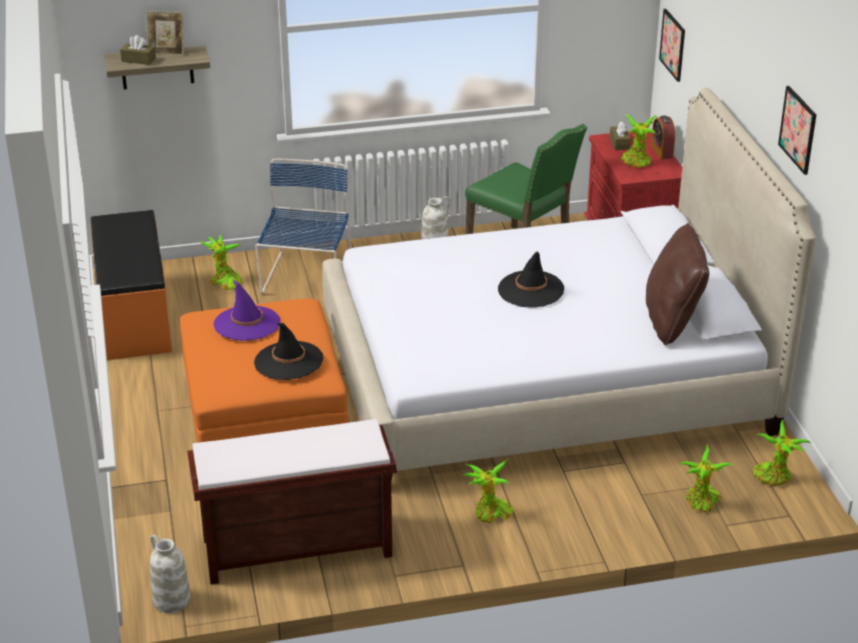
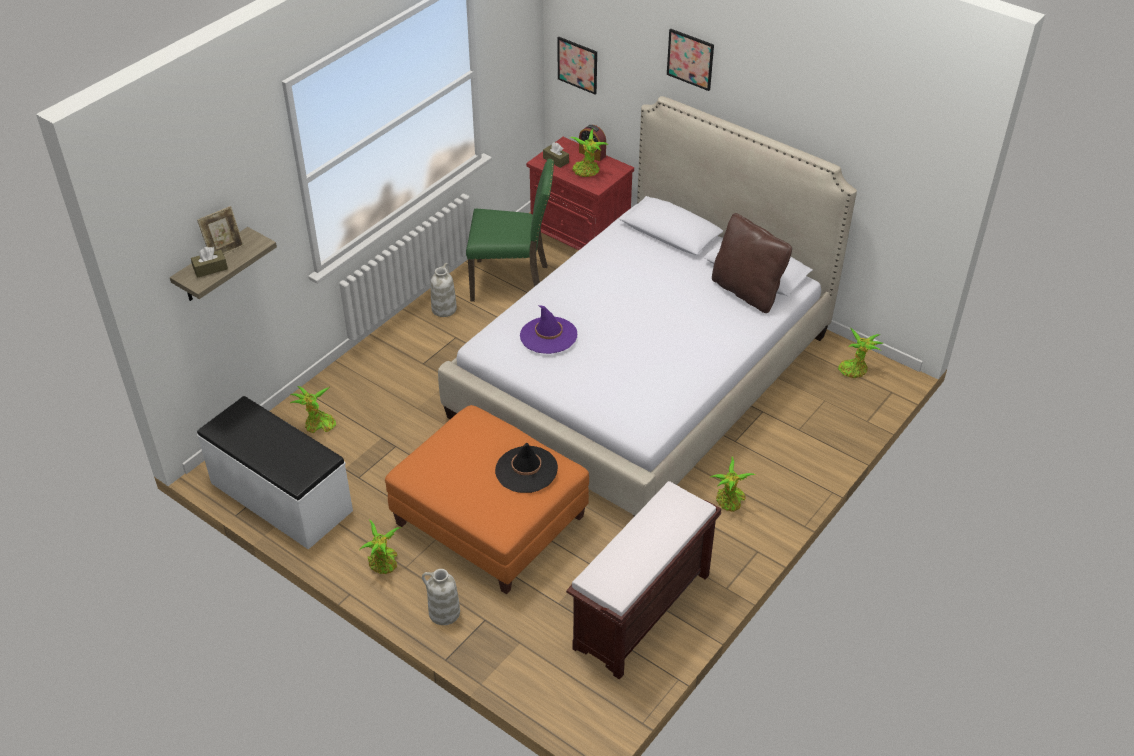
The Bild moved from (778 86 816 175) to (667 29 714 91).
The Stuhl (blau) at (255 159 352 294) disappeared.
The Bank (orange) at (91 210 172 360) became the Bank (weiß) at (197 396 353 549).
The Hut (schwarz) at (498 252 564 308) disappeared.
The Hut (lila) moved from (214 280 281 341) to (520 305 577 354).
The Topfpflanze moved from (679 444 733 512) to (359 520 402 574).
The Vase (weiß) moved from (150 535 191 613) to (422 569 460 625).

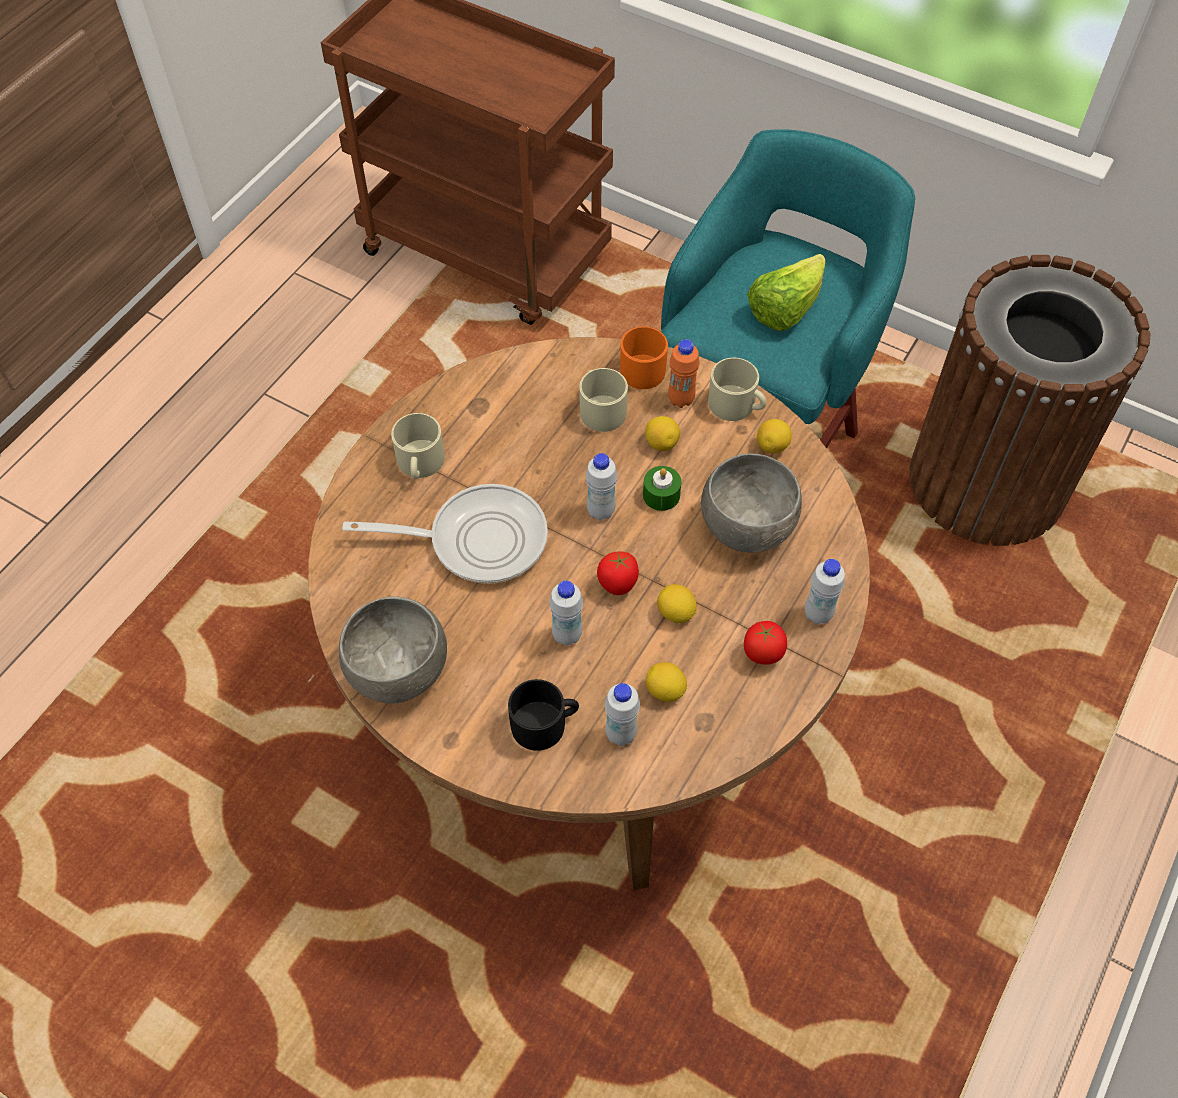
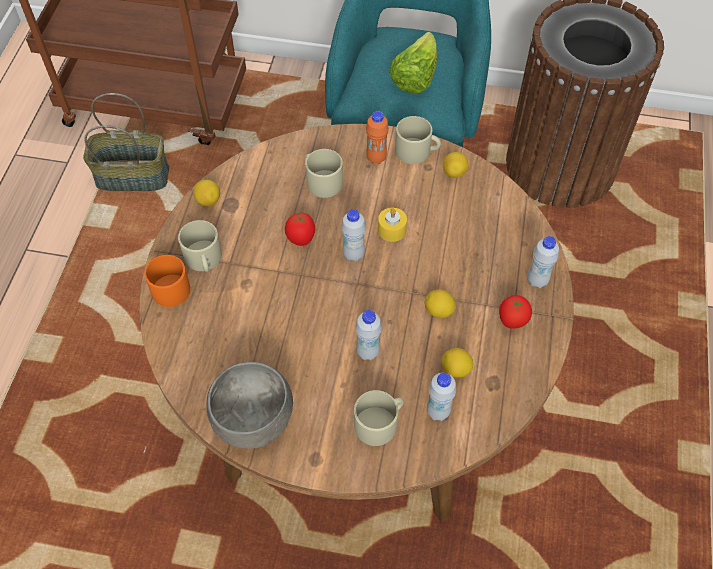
The Henkelbecher (orange) moved from (620 327 668 389) to (144 255 190 307).
The Zitrone moved from (645 416 680 451) to (193 180 220 206).
The Schüssel (grau) at (701 453 802 553) disappeared.
The Kerze (grün) at (643 466 681 511) became the Kerze (gelb) at (378 208 407 242).
The Pfanne at (342 484 548 584) disappeared.
The Tomate moved from (597 551 639 595) to (285 213 315 246).
The Henkelbecher (schwarz) at (508 679 579 751) became the Henkelbecher (beige) at (354 390 404 446).
The Korb at (83 93 169 191) appeared.

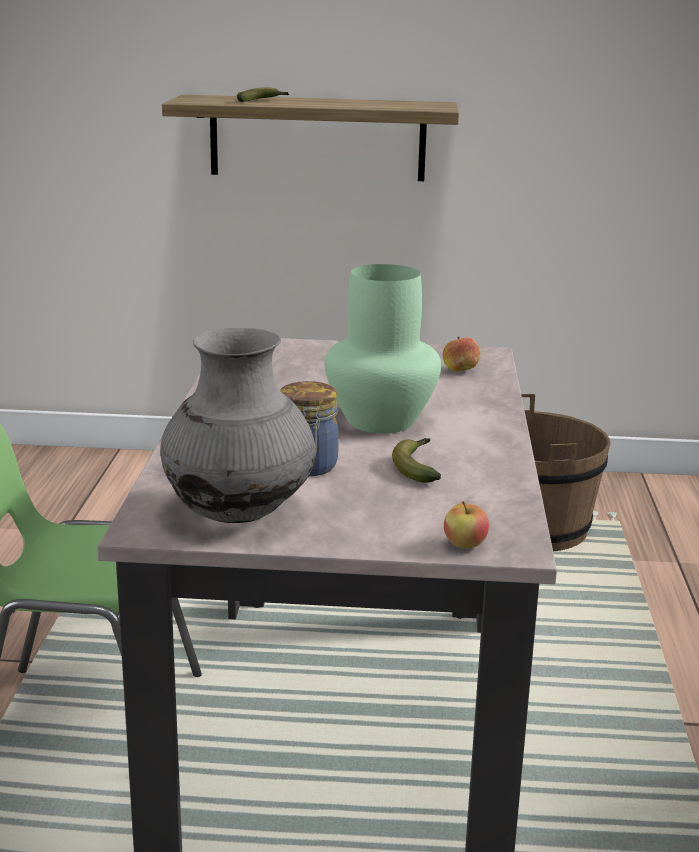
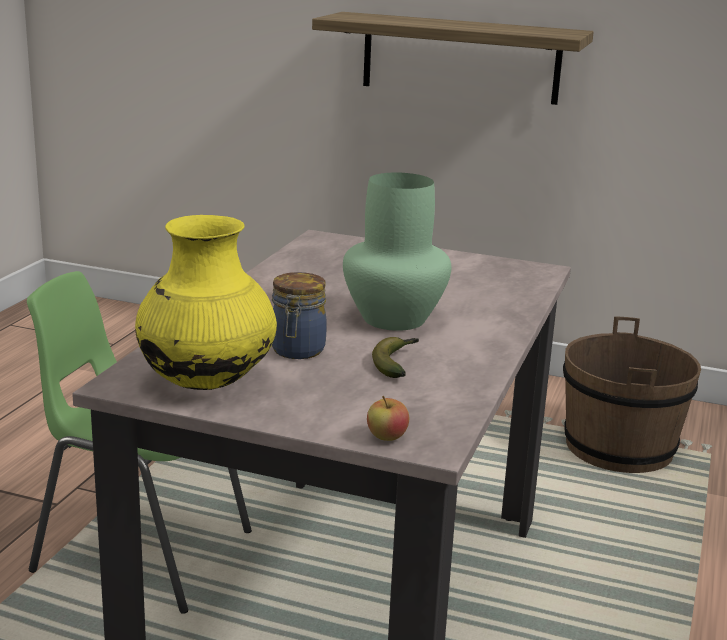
The Banane at (237 87 289 102) disappeared.
The Vase (grau) at (160 328 316 523) became the Vase (gelb) at (135 215 277 390).
The Apfel at (443 336 480 371) disappeared.

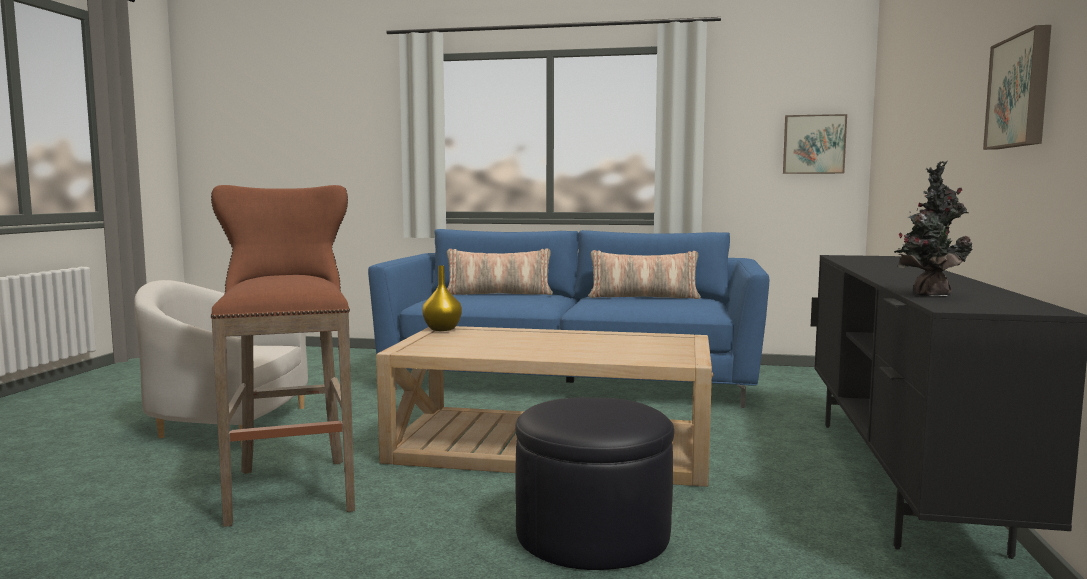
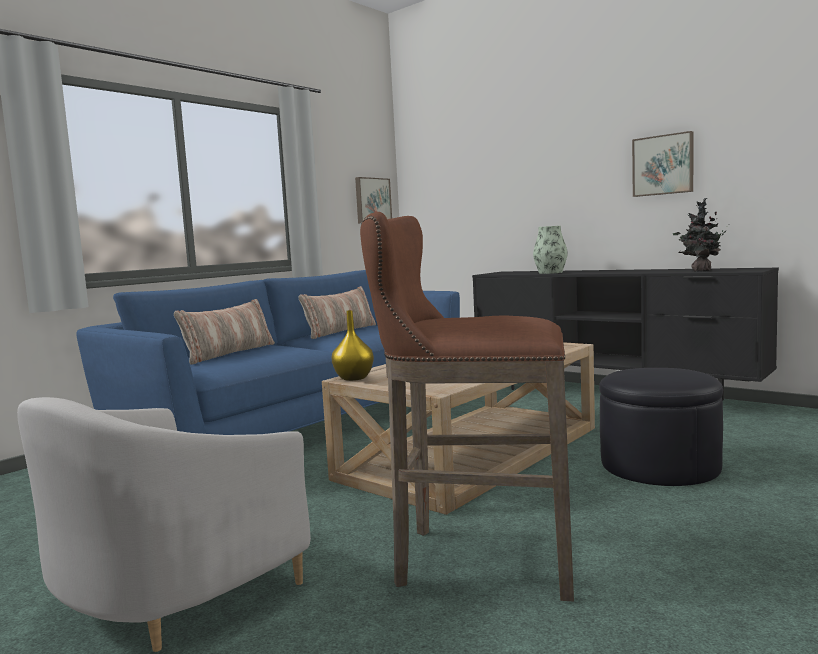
The Vase at (533 226 568 274) appeared.

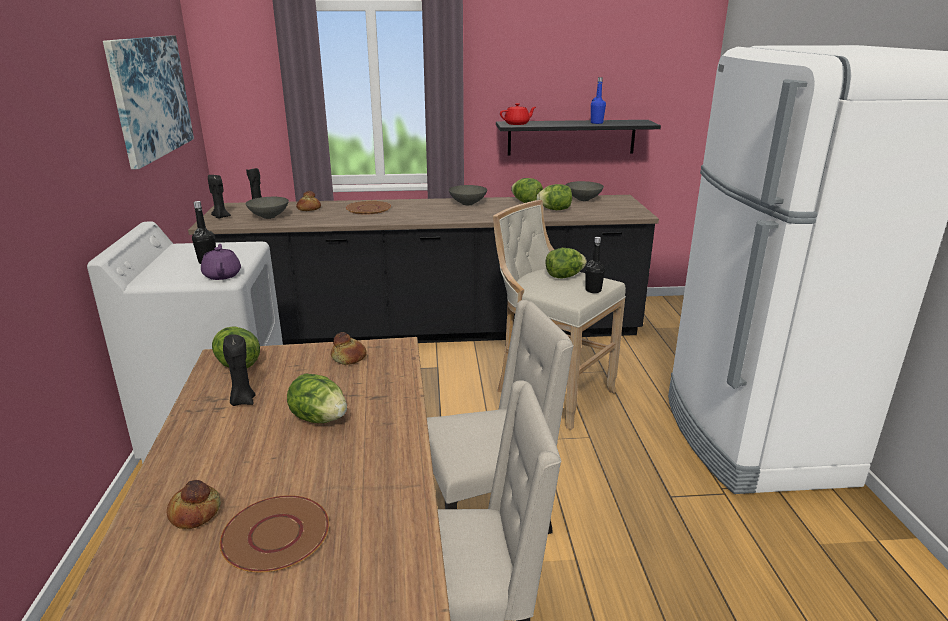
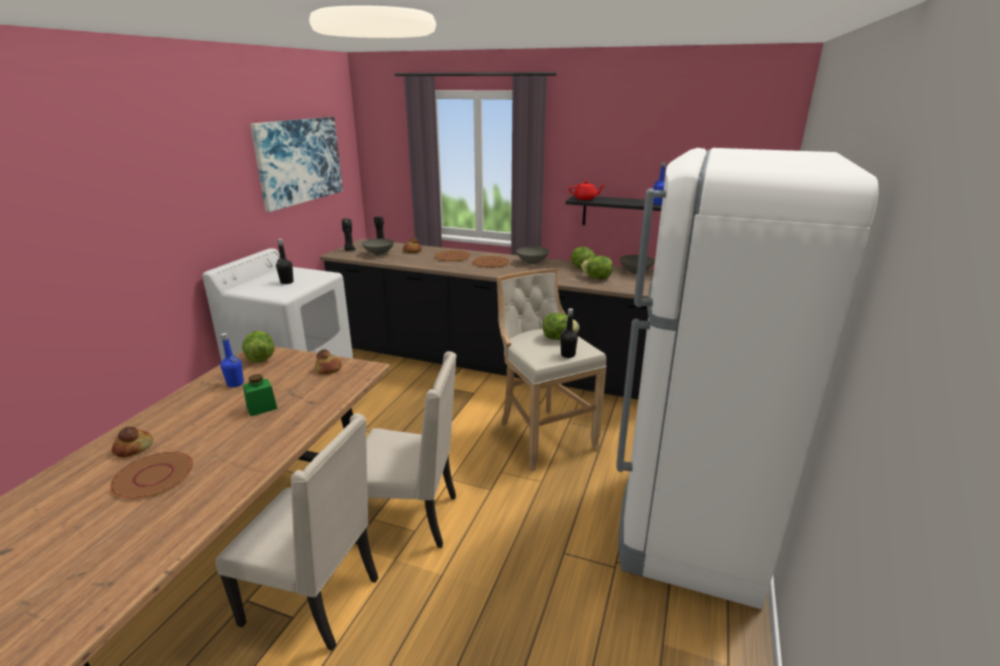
The Teekanne (lila) at (201 244 241 280) disappeared.
The Kerze (schwarz) at (223 334 255 406) was replaced by the Flasche (blau) at (221 333 244 388).
The Salatkopf at (287 374 347 423) was replaced by the Vorratsglas (grün) at (243 374 277 416).
The Teller (braun) at (472 256 510 268) appeared.

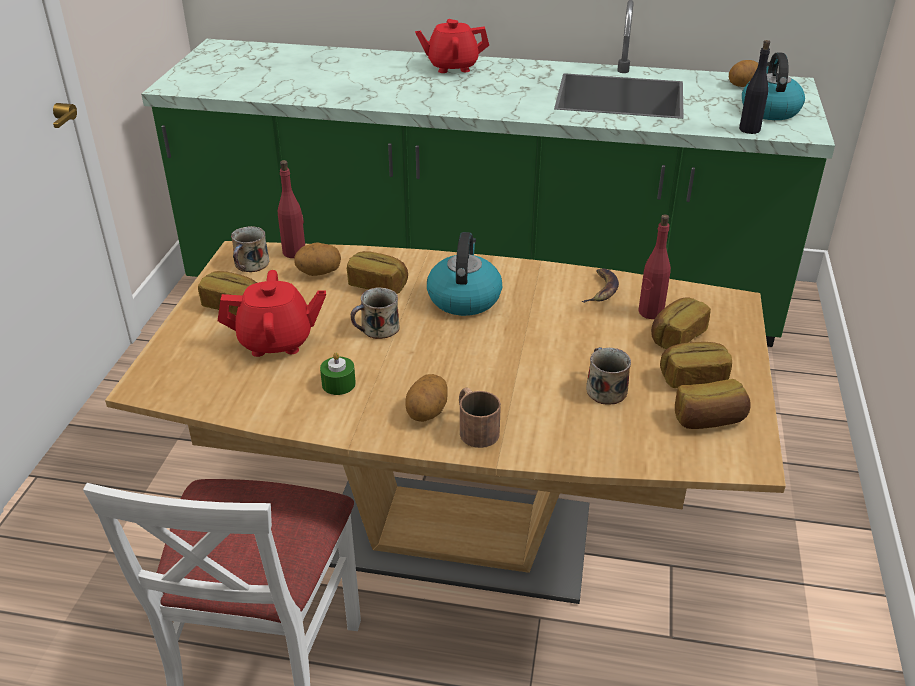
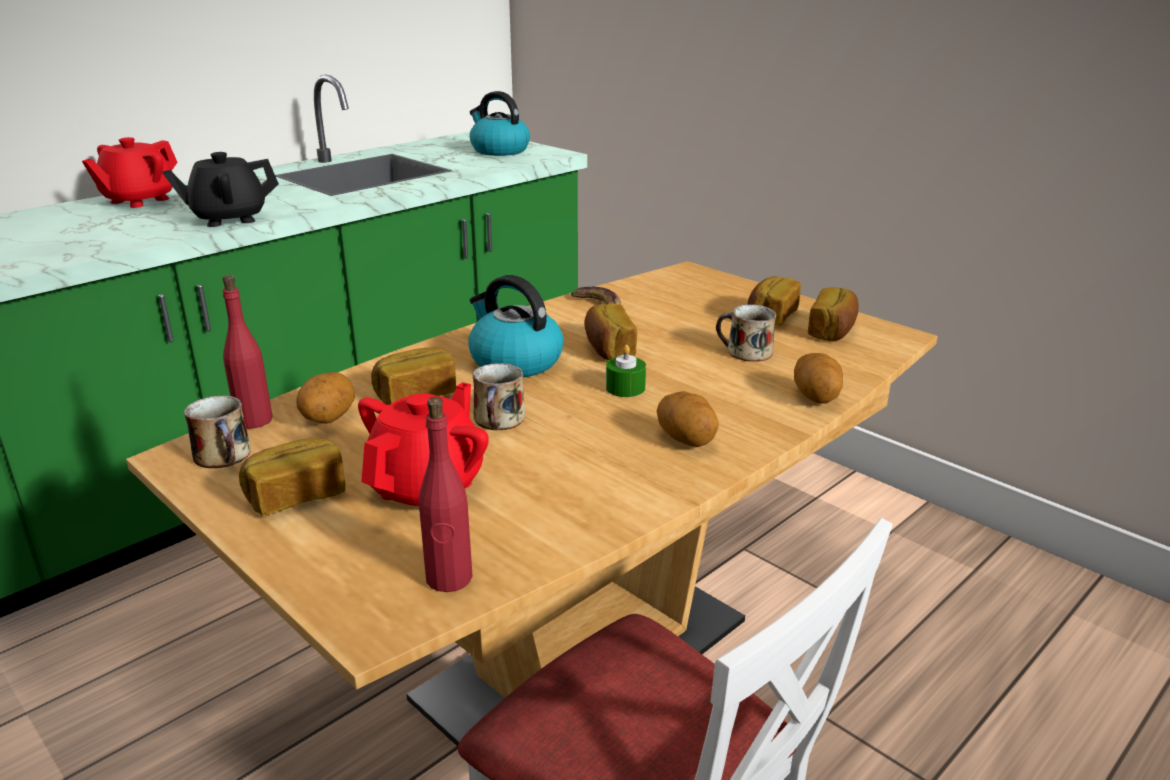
The Flasche (schwarz) at (739 40 770 134) disappeared.
The Kartoffel moved from (729 60 758 87) to (794 353 843 404).
The Flasche (rot) moved from (638 214 671 319) to (419 397 473 592).
The Brot moved from (651 297 711 349) to (584 303 637 360).
The Kerze (grün) moved from (320 352 356 395) to (606 345 646 397).
The Henkelbecher (braun) at (459 388 501 448) disappeared.
The Teekanne (schwarz) at (162 152 279 227) appeared.

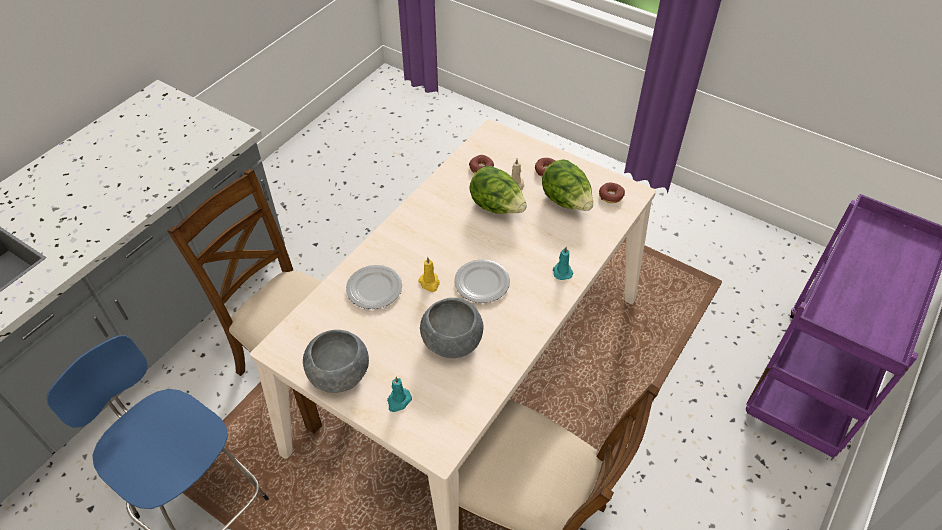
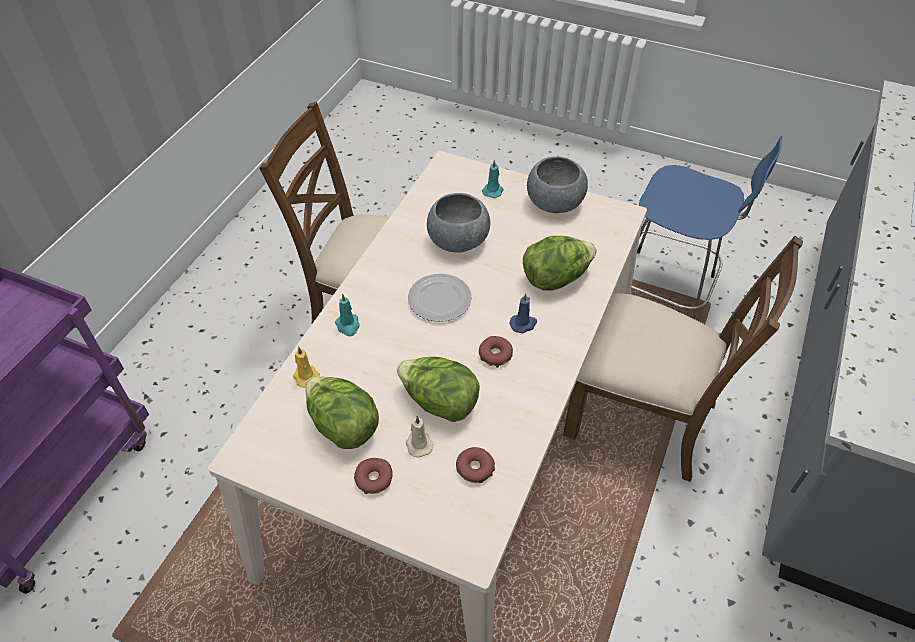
The Donut moved from (599 183 625 203) to (479 336 513 368).
The Kerze (gelb) moved from (418 257 440 292) to (293 346 320 387).
The Teller at (346 265 402 309) was replaced by the Salatkopf at (523 236 597 291).
The Kerze (blau) at (509 293 537 333) appeared.

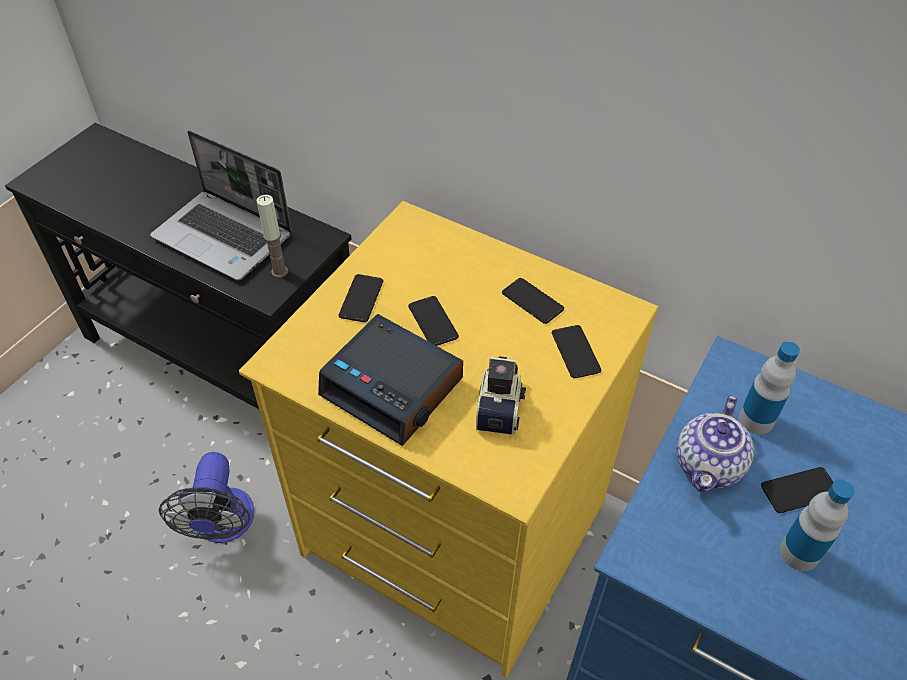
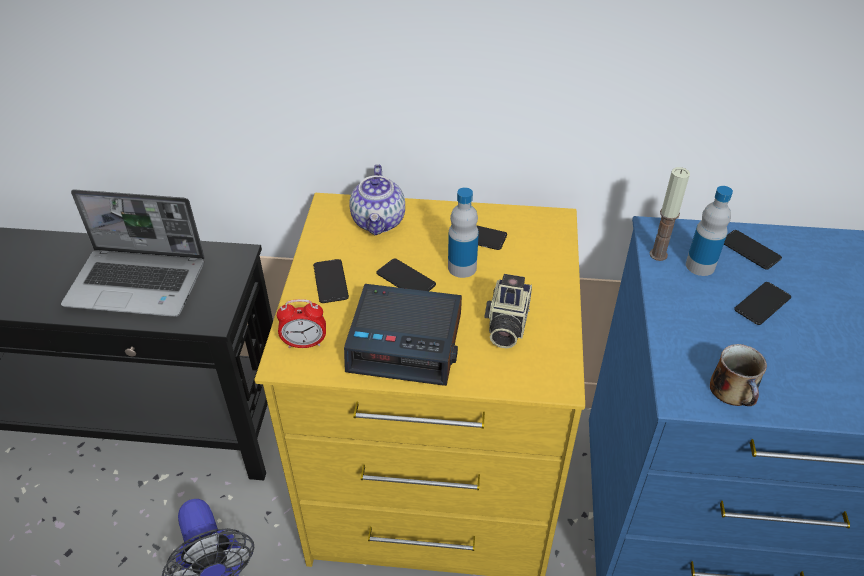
The Kerze moved from (256 195 288 278) to (650 167 690 261).
The Handy moved from (552 325 602 378) to (724 230 782 270).
The Kamera at (476 356 526 435) turned 150 degrees counterclockwise.
The Teekanne moved from (677 395 754 492) to (350 164 405 235).
The Flasche moved from (780 479 854 571) to (448 187 479 278).
The Wecker at (277 299 326 348) appeared.
The Henkelbecher at (710 344 767 406) appeared.

